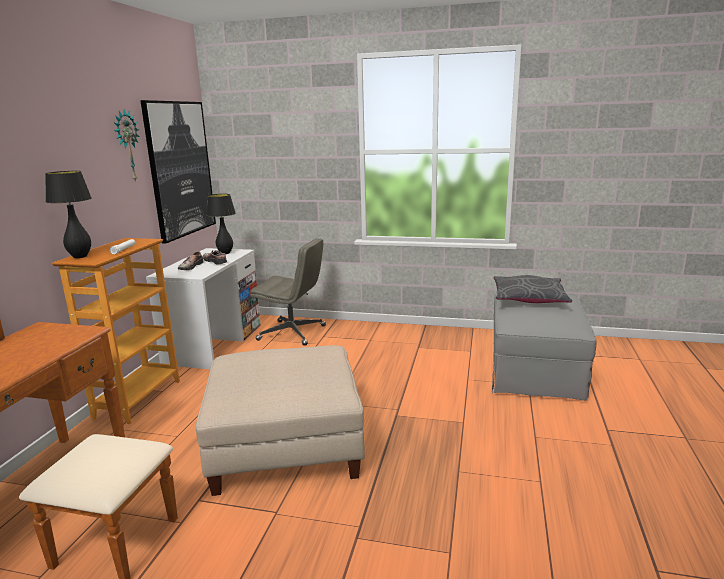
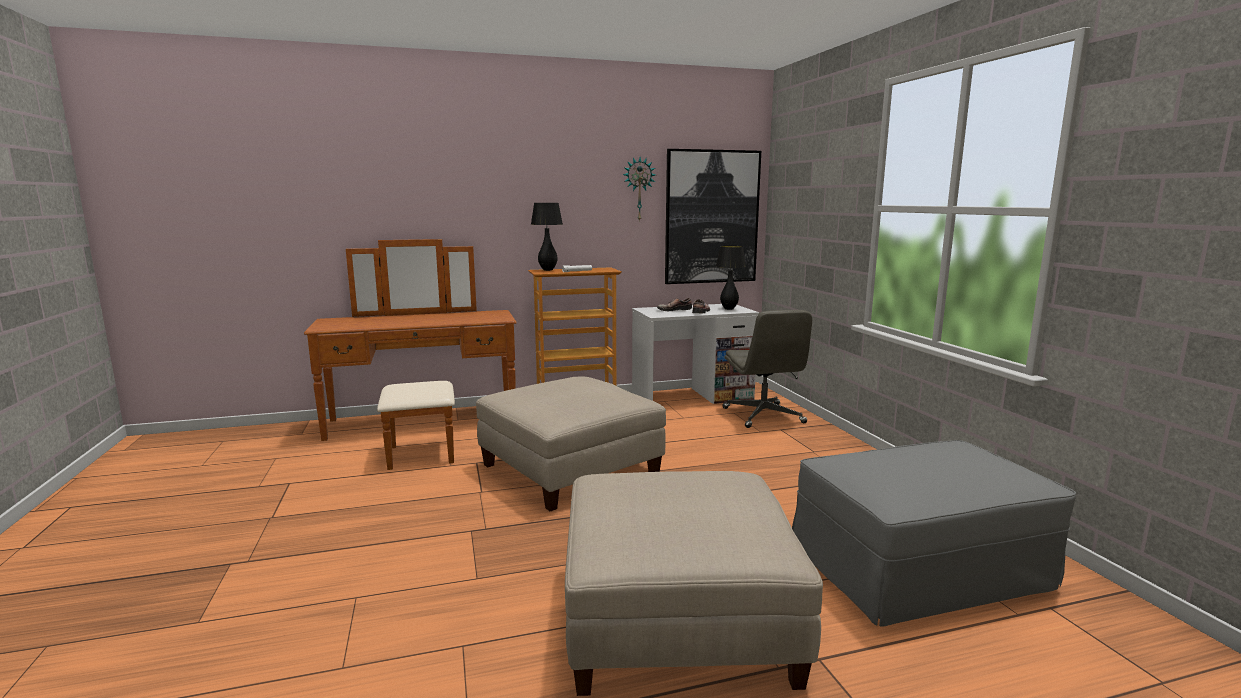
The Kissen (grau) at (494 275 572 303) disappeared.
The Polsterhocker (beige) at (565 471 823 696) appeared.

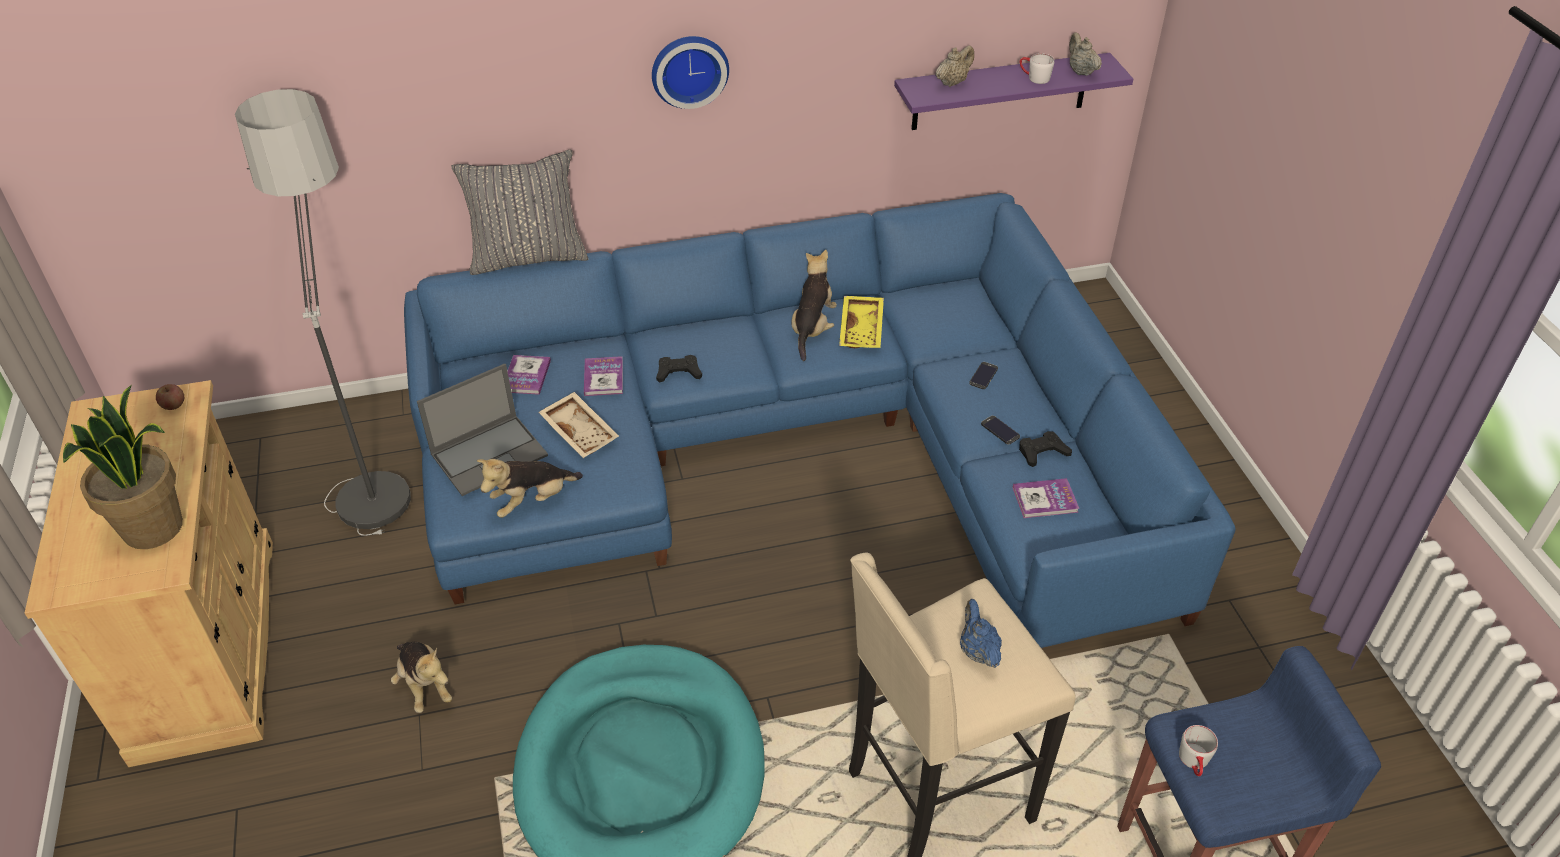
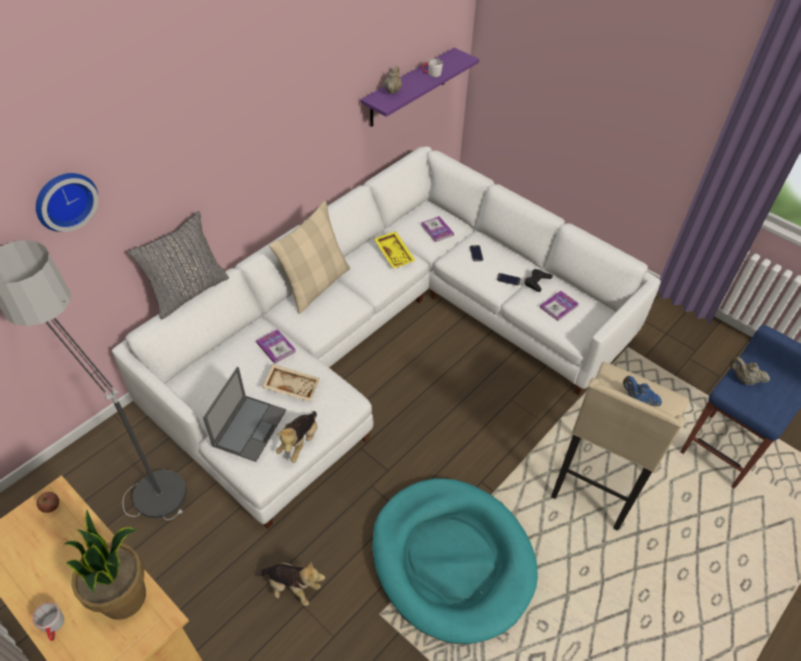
The Teekanne (beige) moved from (1069 32 1102 76) to (730 357 770 385).
The Wanduhr moved from (652 36 729 109) to (36 173 98 232).
The Sofa (blau) at (404 193 1235 648) became the Sofa (weiß) at (112 146 661 529).
The Plüschtier at (792 250 837 361) disappeared.
The Buch moved from (507 355 551 395) to (421 216 454 242).
The Gamepad (schwarz) at (656 355 702 382) disappeared.
The Henkelbecher (grau) moved from (1179 725 1218 777) to (32 602 64 641).
The Kissen (beige) at (269 201 350 314) appeared.

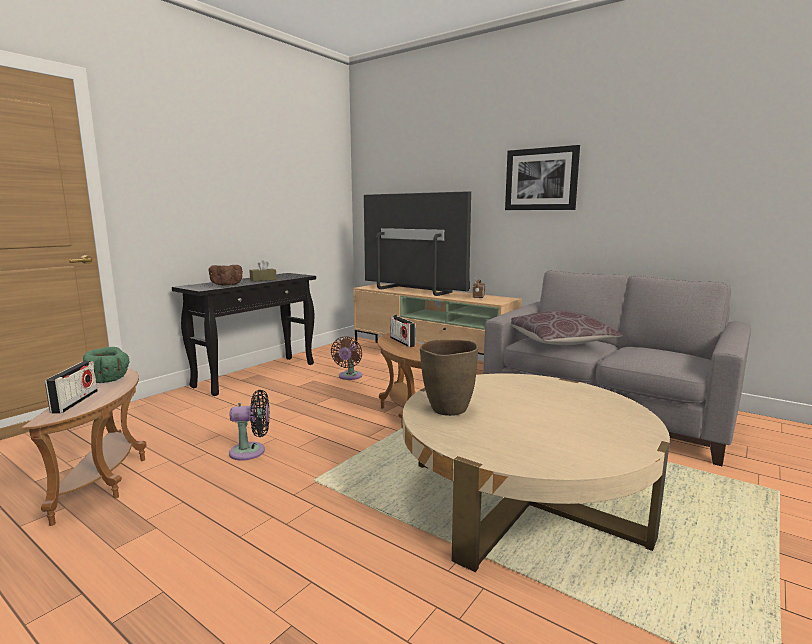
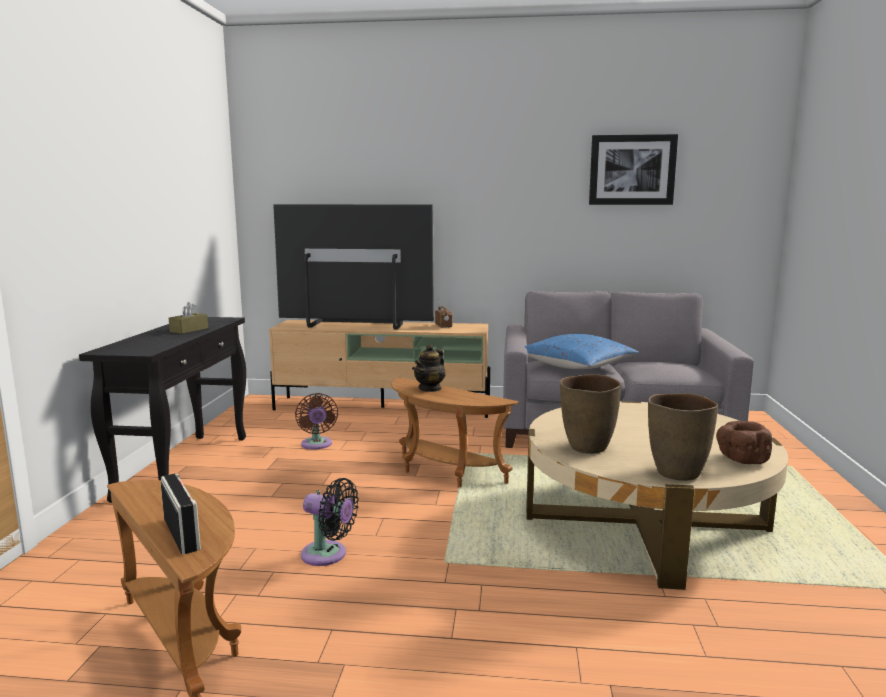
The Bild moved from (505 145 580 210) to (589 134 678 205).
The Schüssel (braun) moved from (209 265 243 285) to (716 421 772 464).
The Kissen (braun) at (511 311 622 345) became the Kissen (blau) at (524 334 639 369).
The Radio at (390 316 416 347) was replaced by the Teekanne at (414 344 446 392).
The Schüssel (grün) at (83 347 130 383) disappeared.
The Ventilator (schwarz) at (229 390 269 461) turned 60 degrees clockwise.
The Vase (braun) at (648 394 718 481) appeared.

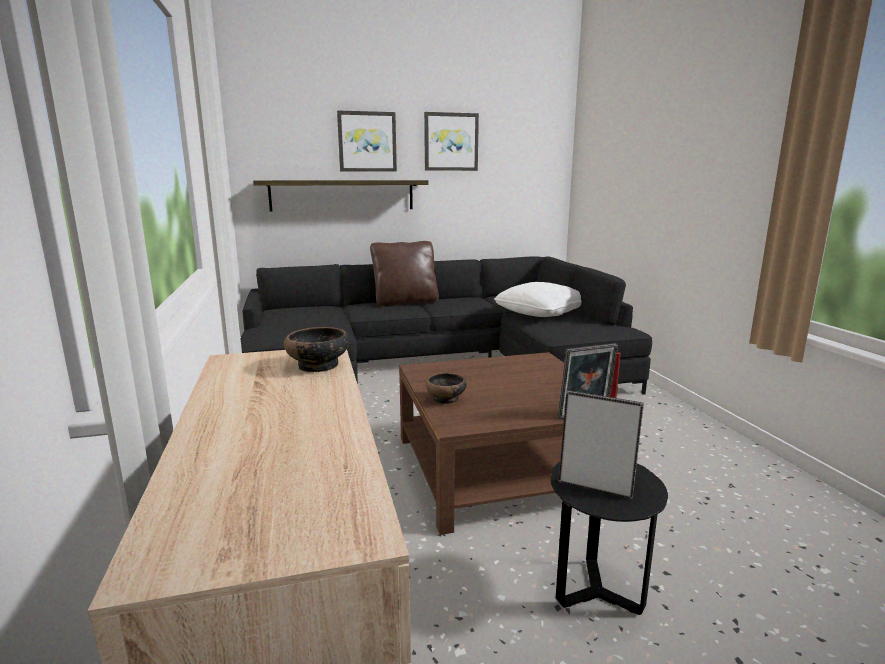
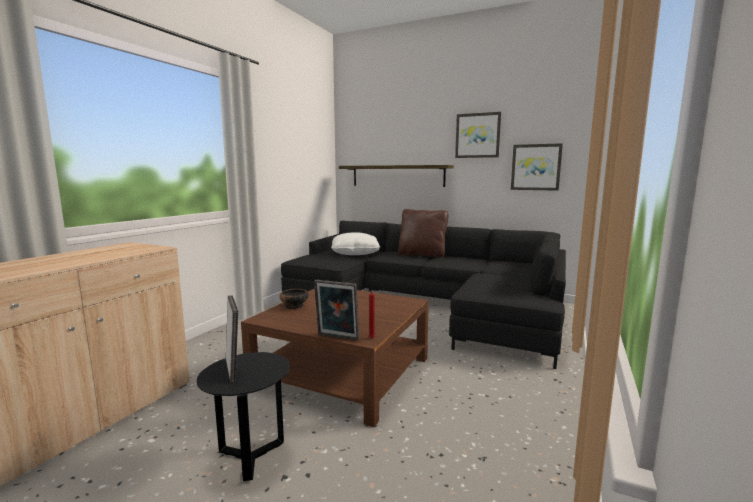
The Bild moved from (337 110 397 172) to (511 143 563 191).
The Kissen (weiß) moved from (494 282 582 317) to (331 232 380 255).
The Schüssel at (284 327 350 372) disappeared.

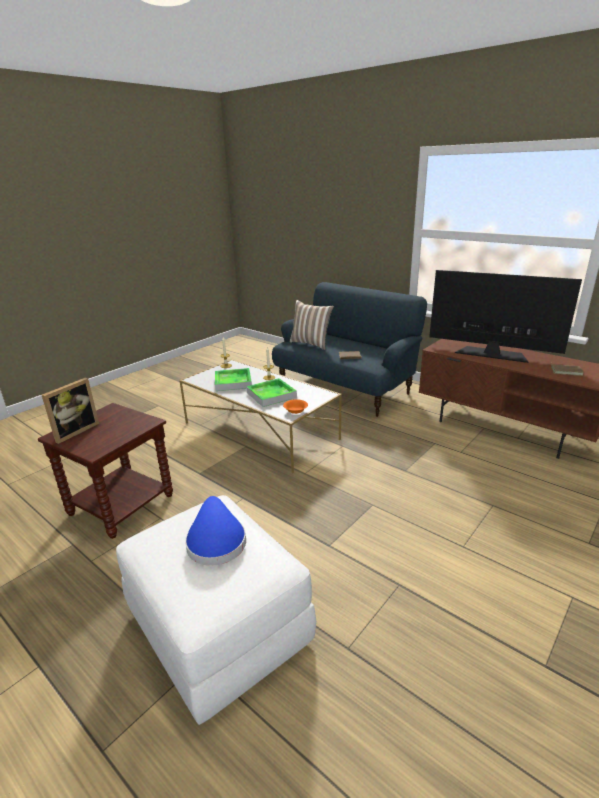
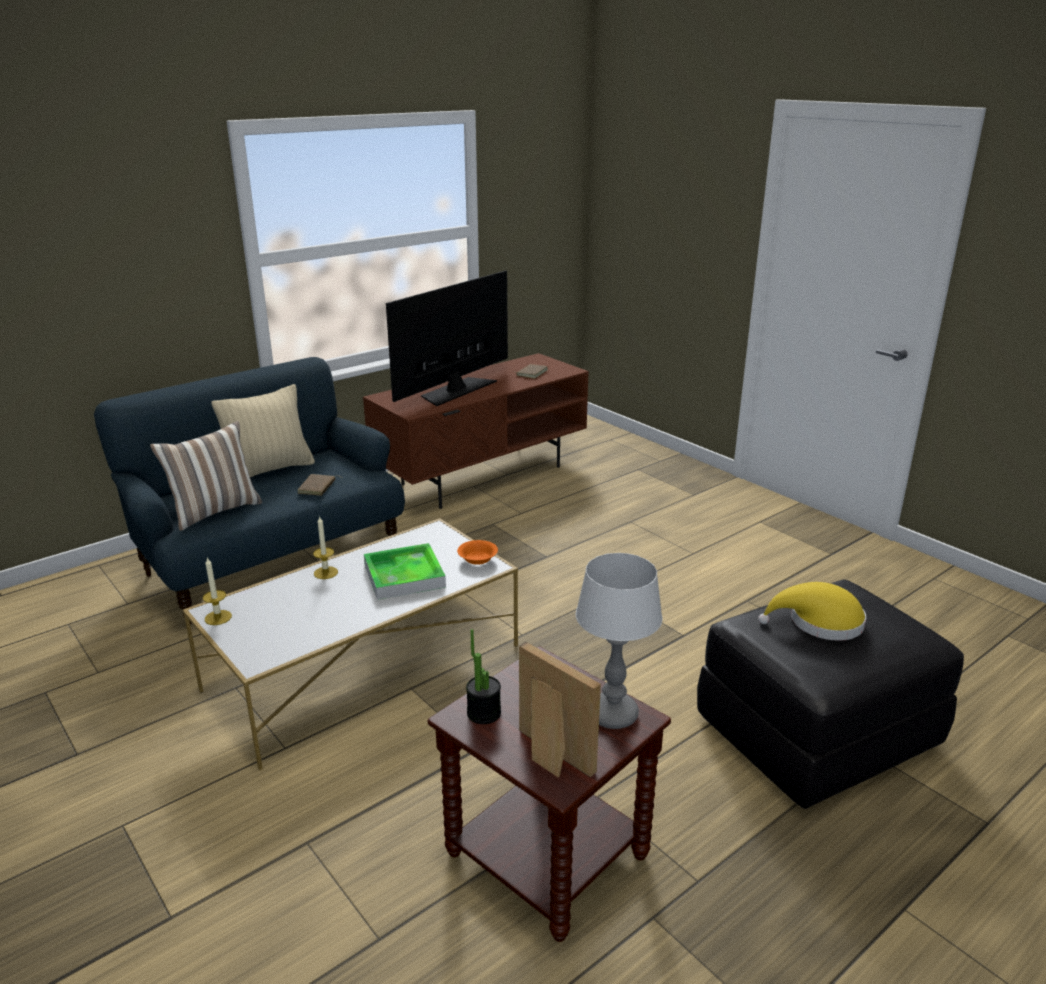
The Tablett at (215 368 252 391) disappeared.
The Polsterhocker (weiß) at (116 495 316 725) became the Polsterhocker (schwarz) at (697 580 964 809).
The Hut (blau) at (185 496 246 566) became the Hut (gelb) at (758 582 866 641).
The Kissen (beige) at (211 384 315 477) appeared.
The Tischlampe at (576 553 663 729) appeared.
The Topfpflanze at (466 629 501 724) appeared.

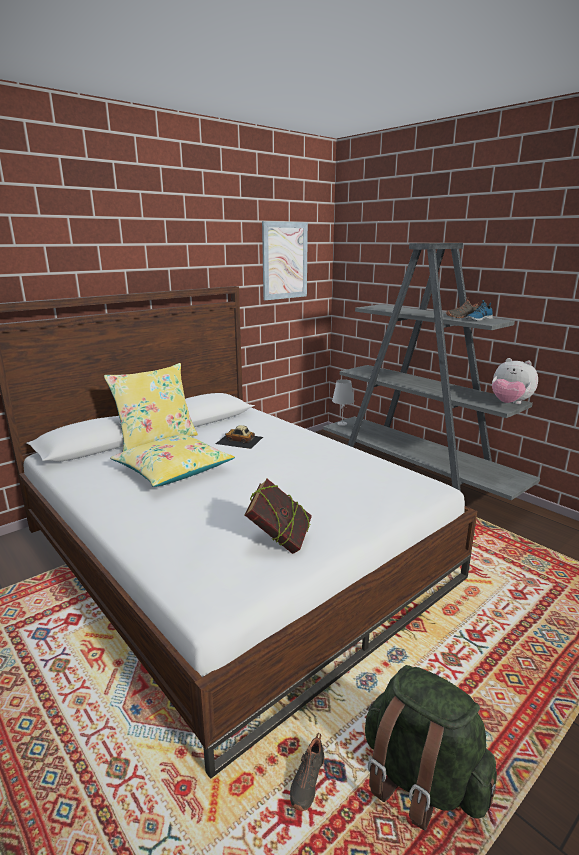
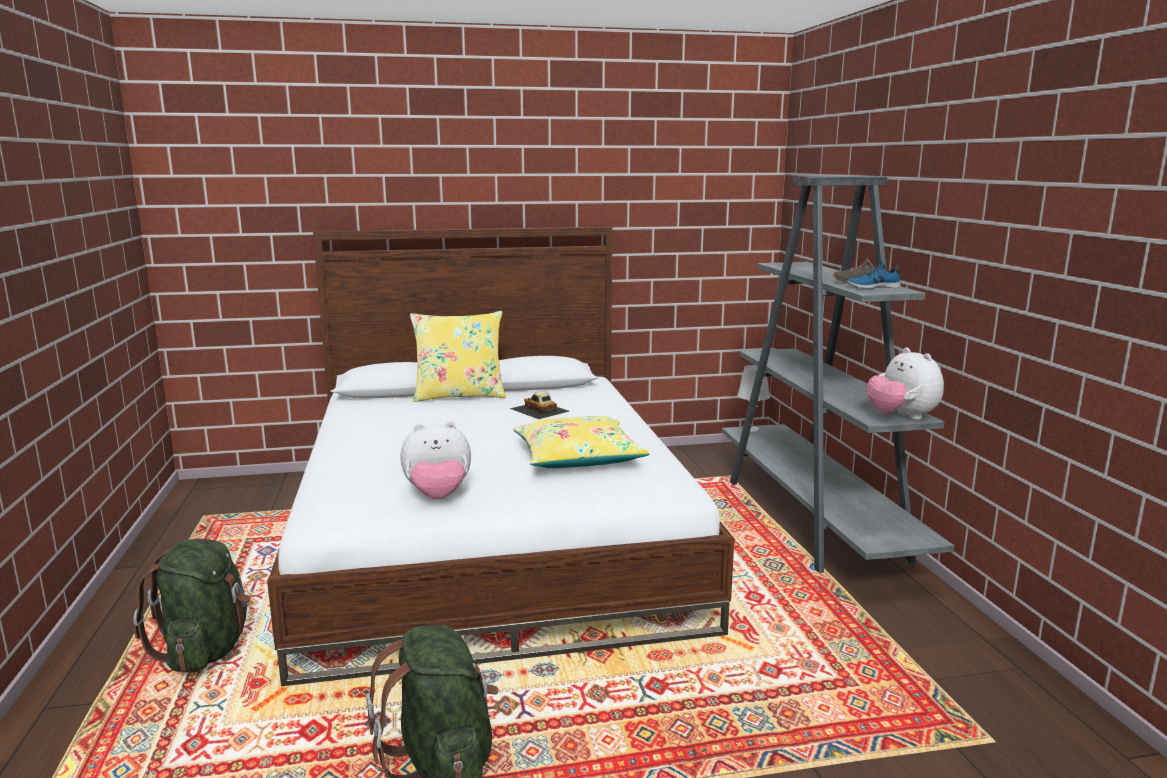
The Bild at (262 221 308 300) disappeared.
The Kissen (gelb) moved from (110 434 235 487) to (513 416 650 468).
The Buch at (245 478 312 554) was replaced by the Plüschtier at (400 421 471 499).
The Schuh (schwarz) at (290 733 325 811) disappeared.
The Rucksack (grün) at (133 539 251 673) appeared.

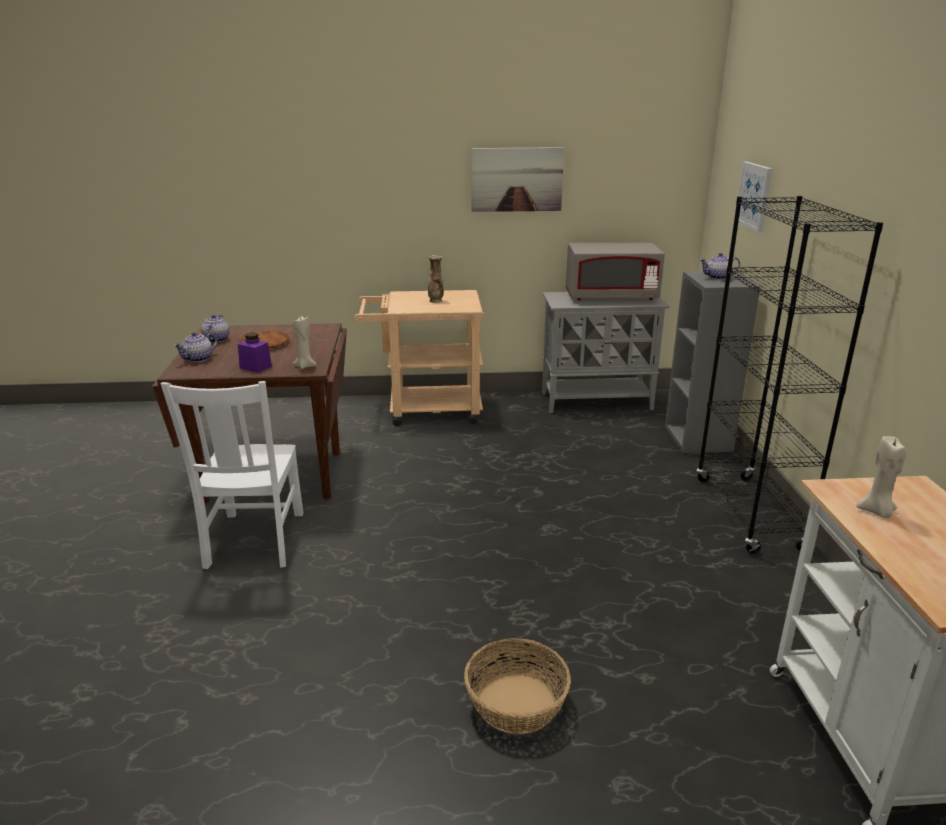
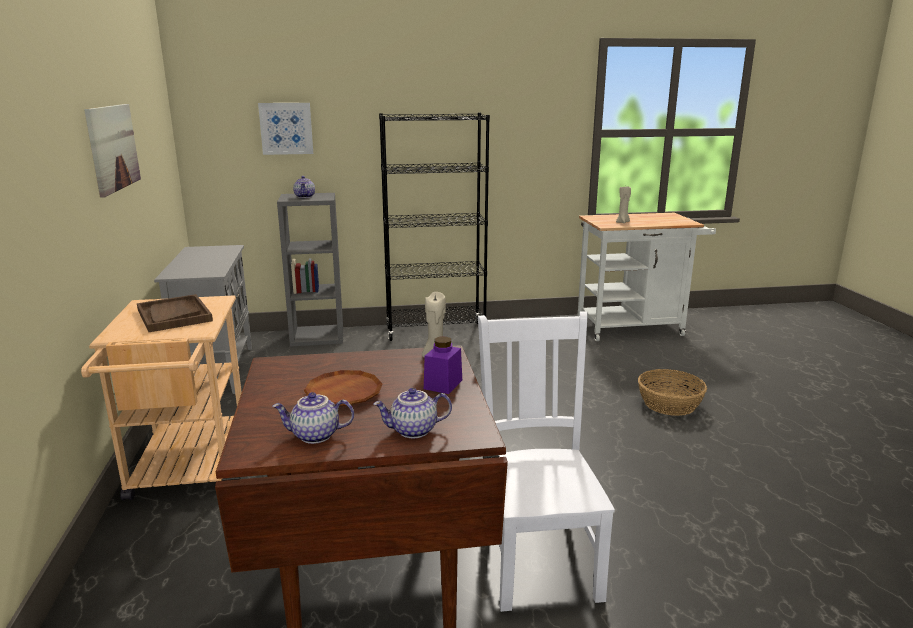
The Mikrowelle (grau) at (566 243 665 300) disappeared.
The Vase at (428 255 444 303) was replaced by the Tablett (braun) at (137 294 213 332).
The Teekanne at (174 332 217 362) turned 135 degrees clockwise.
The Stuhl (weiß) at (160 381 303 569) turned 90 degrees counterclockwise.

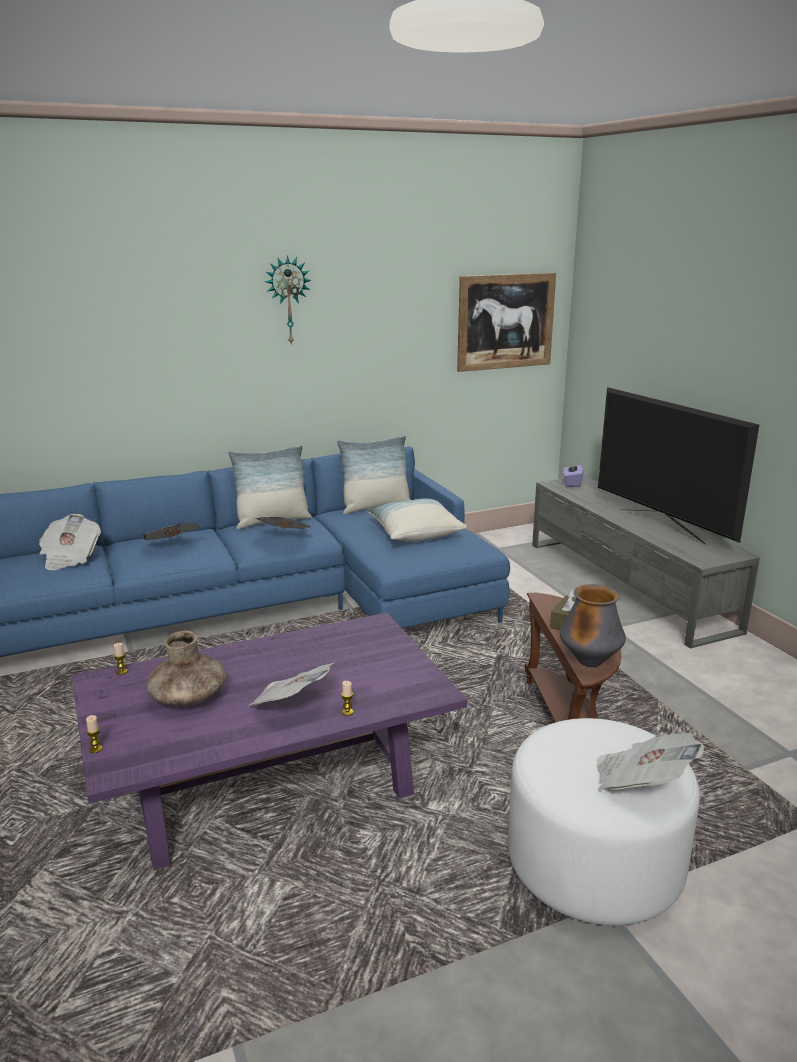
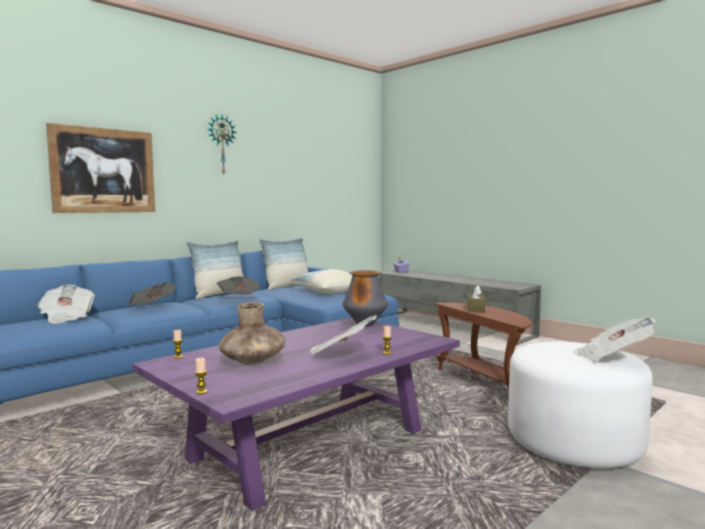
The Bild moved from (457 273 556 372) to (46 123 155 213).
The Fernseher at (598 387 759 545) disappeared.
The Vase moved from (559 584 626 667) to (343 270 388 327).

